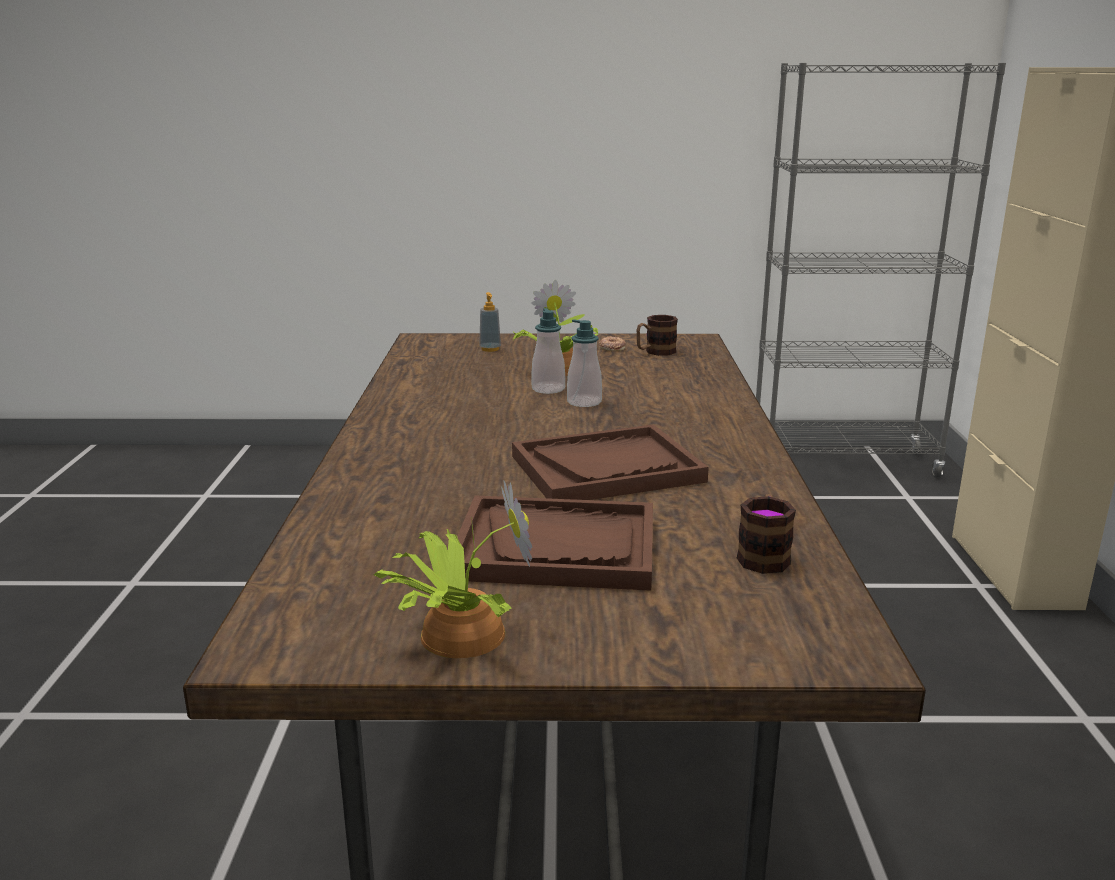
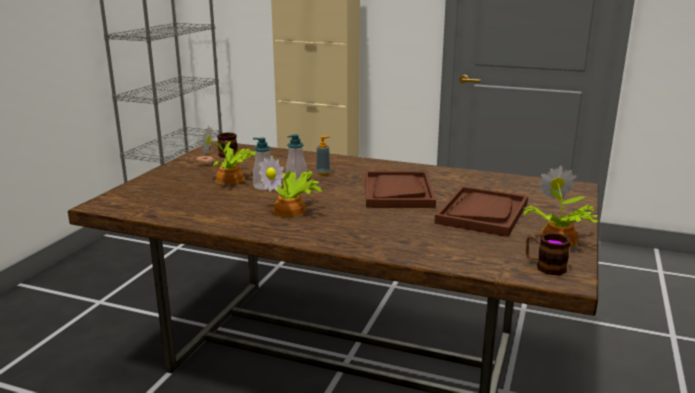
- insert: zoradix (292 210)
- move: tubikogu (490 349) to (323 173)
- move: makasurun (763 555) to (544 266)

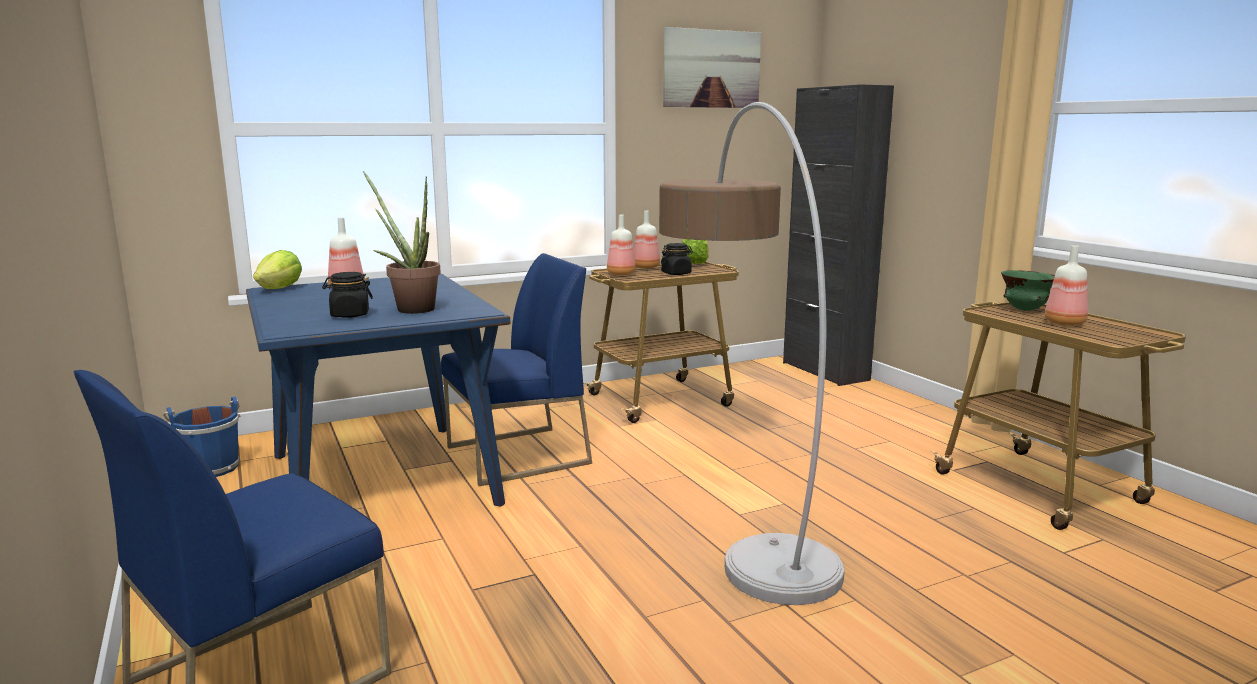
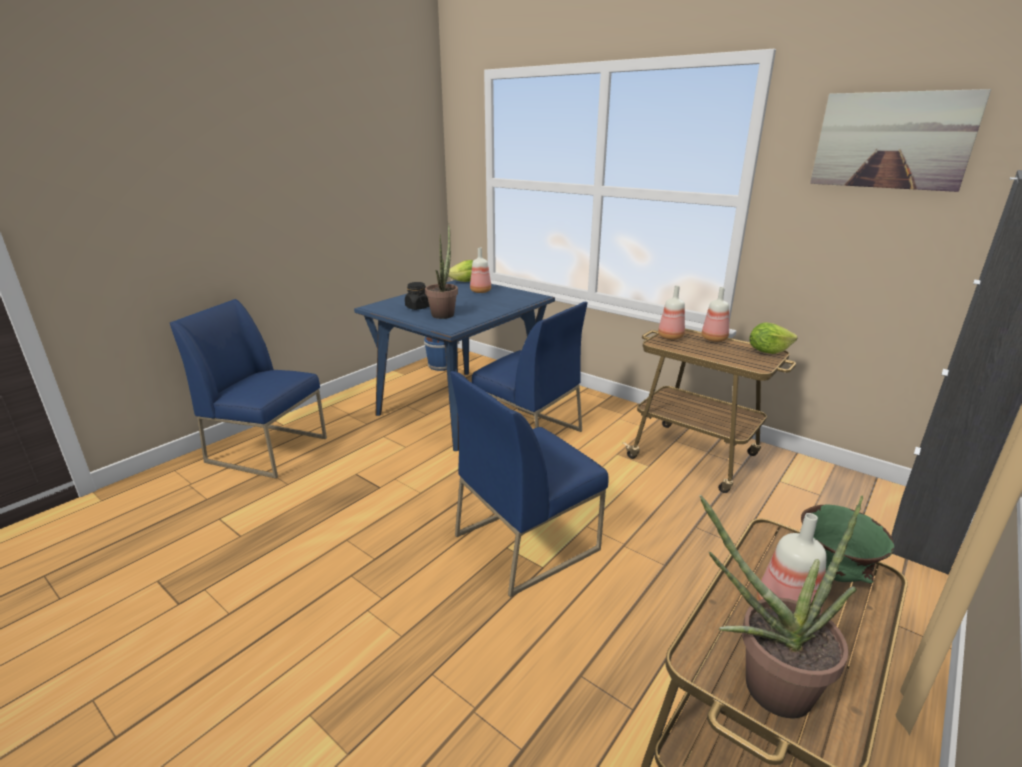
- delete: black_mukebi (676 273)
- insert: zoradix (762 688)
- replace: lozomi (736 502) to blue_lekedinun (526 541)

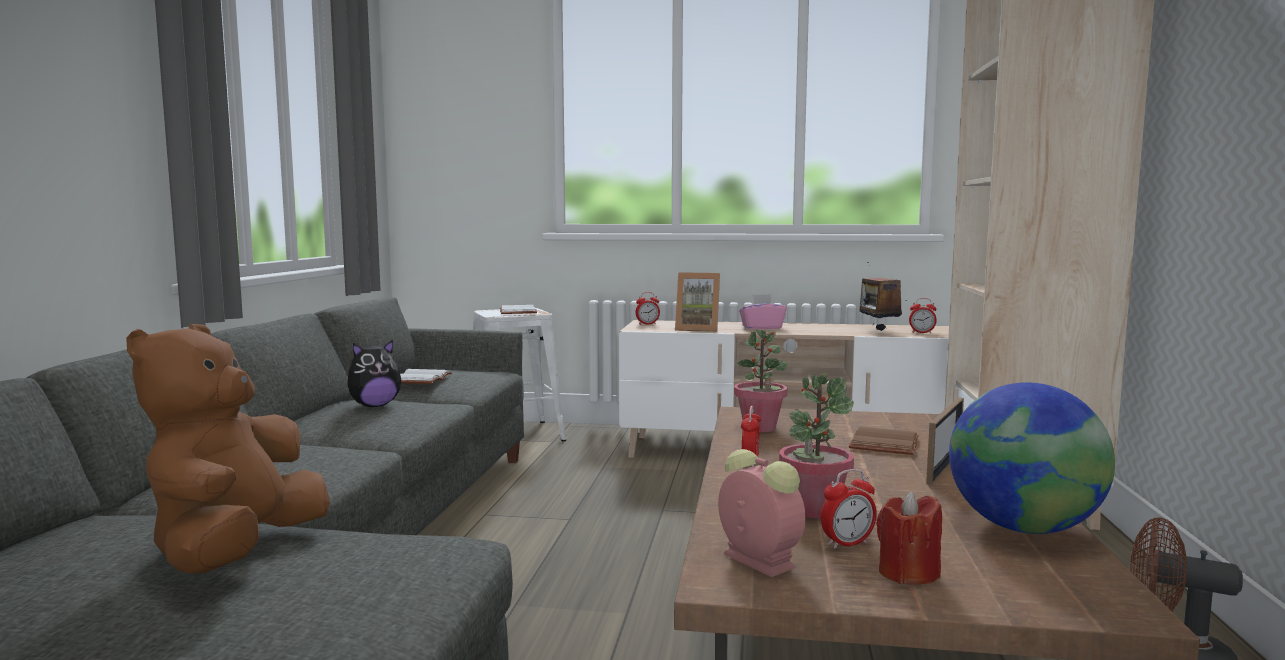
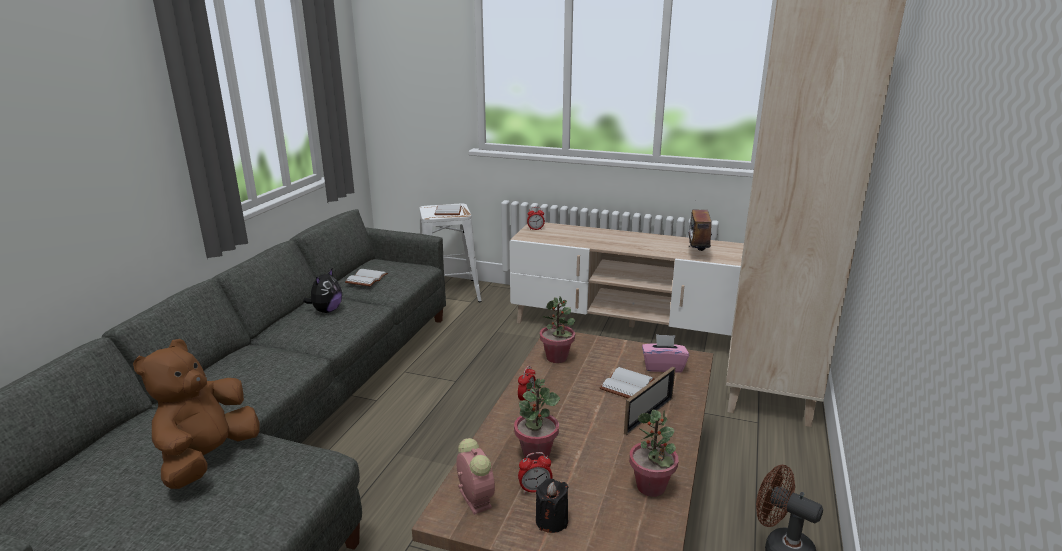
- delete: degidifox (697 329)
- delete: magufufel (922 332)
- move: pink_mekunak (762 327) to (663 366)
- replace: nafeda (1023 528) to zoradix (651 487)
- recolor: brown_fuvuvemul (882 444) to white_fuvuvemul (626 384)
- recolor: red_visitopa (908 573) to black_visitopa (551 521)
- rotate: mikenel (375 406) = (326 310) 45 degrees counterclockwise

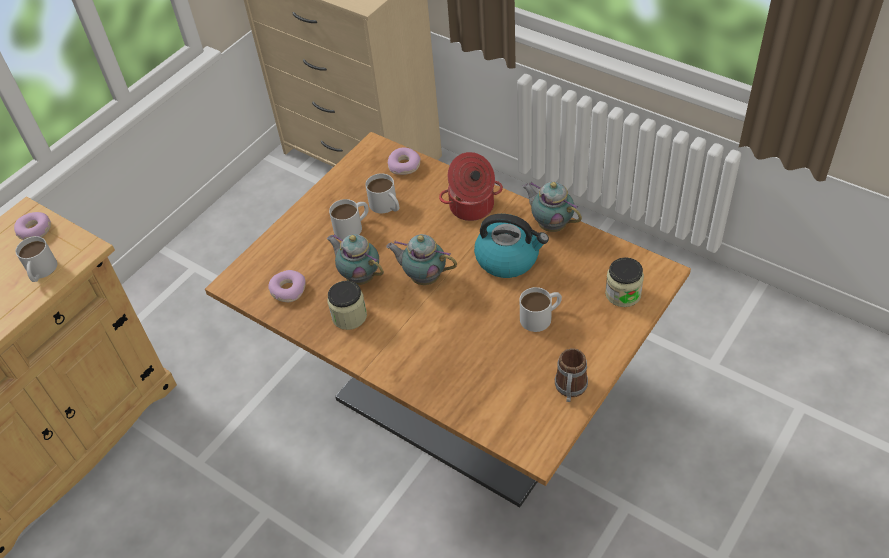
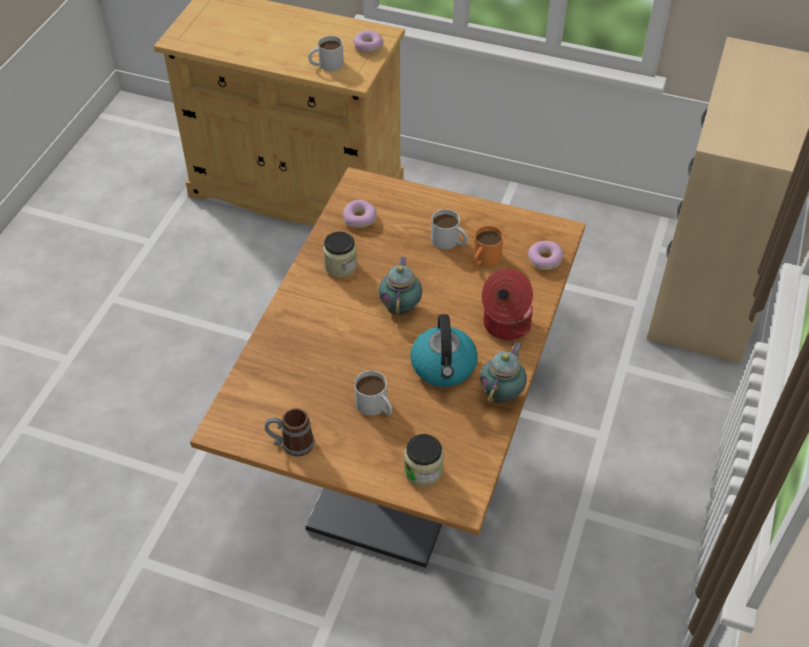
- delete: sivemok (359 276)
- recolor: white_makasurun (386 206) to orange_makasurun (484 259)

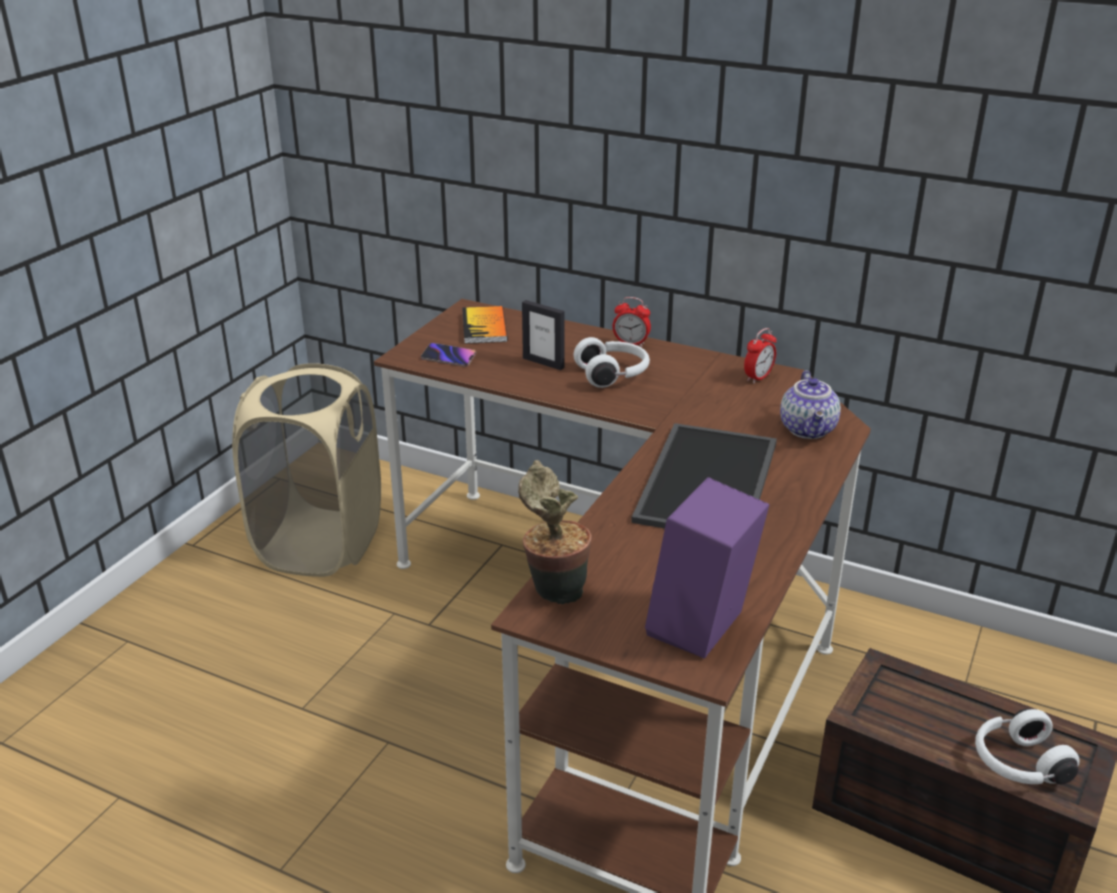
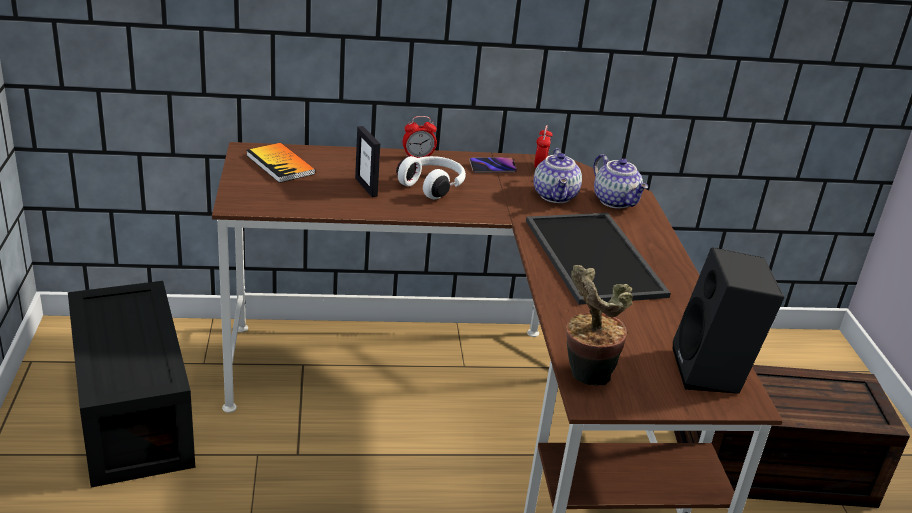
- delete: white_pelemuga (1017 764)
- insert: sivemok (556 196)
- move: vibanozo (448 358) to (492 167)
- replace: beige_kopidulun (320 543) to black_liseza (129 412)
- recolor: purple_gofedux (702 630) to black_gofedux (713 373)
- rotate: degidifox (543 363) = (366 187) 60 degrees clockwise

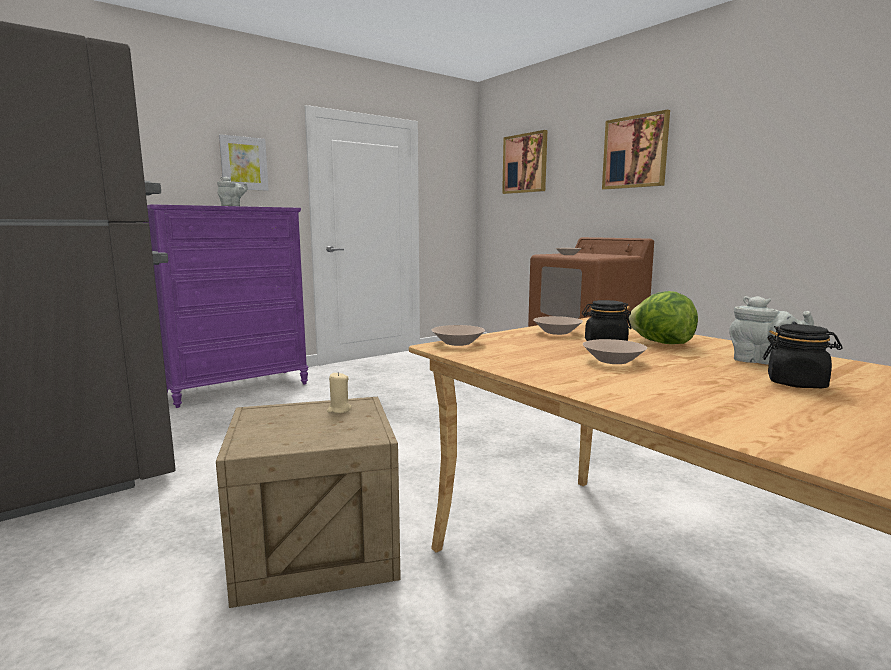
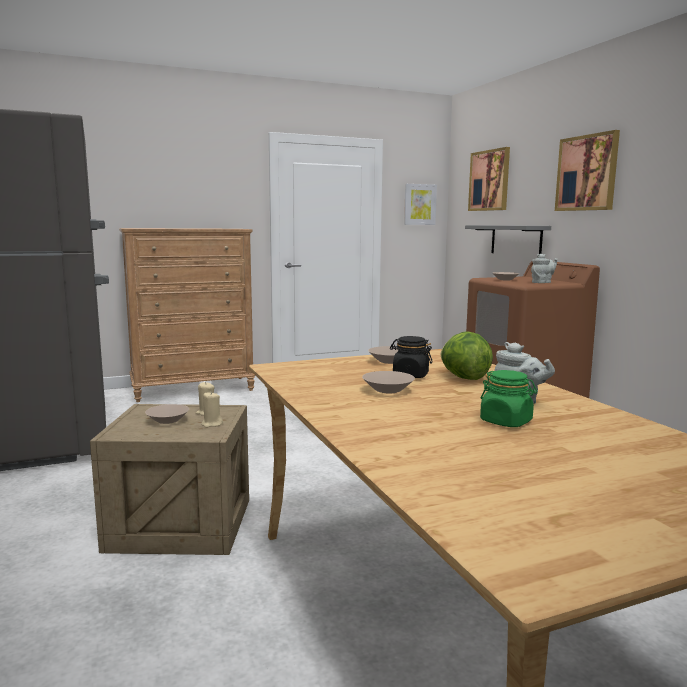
- insert: beige_visitopa (212 424)
- insert: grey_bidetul (516 240)
- move: grey_sivemok (232 206) to (542 282)
- move: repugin (243 163) to (419 204)
- move: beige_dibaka (458 343) to (168 421)
- recolor: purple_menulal (237 387) to brown_menulal (193 389)
- recolor: black_mukebi (796 383) to green_mukebi (506 422)

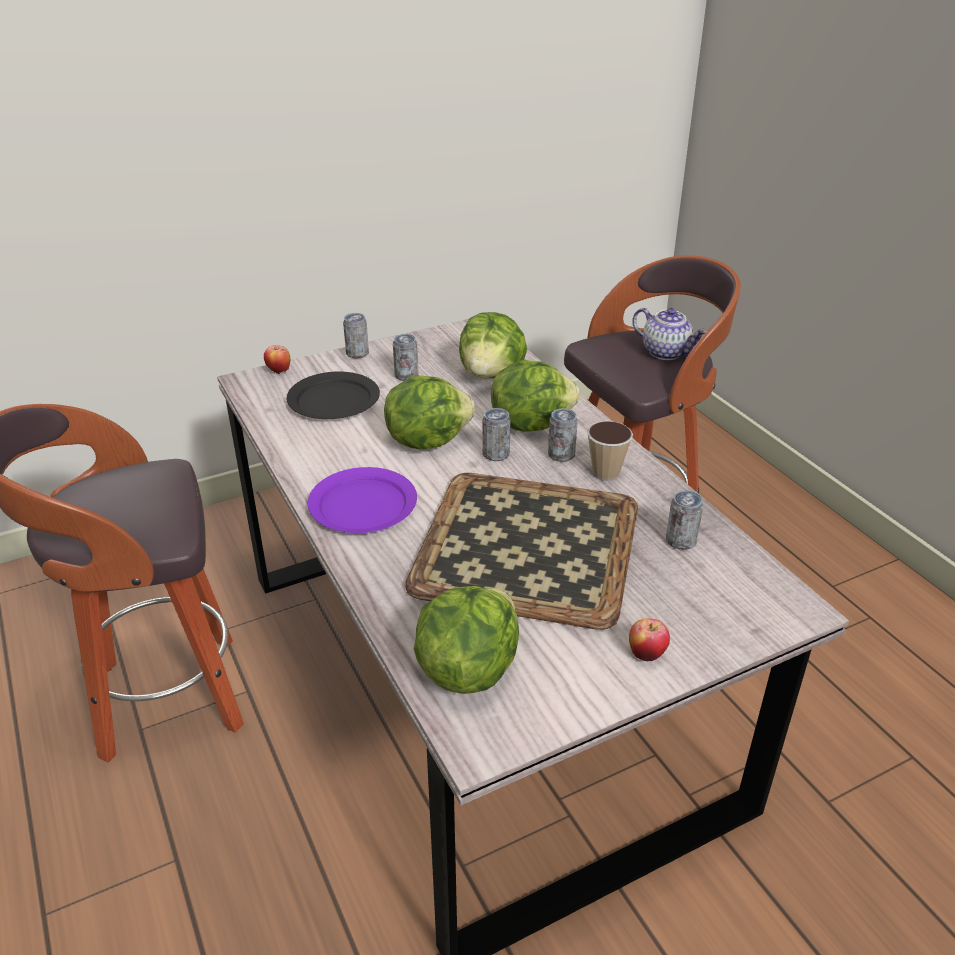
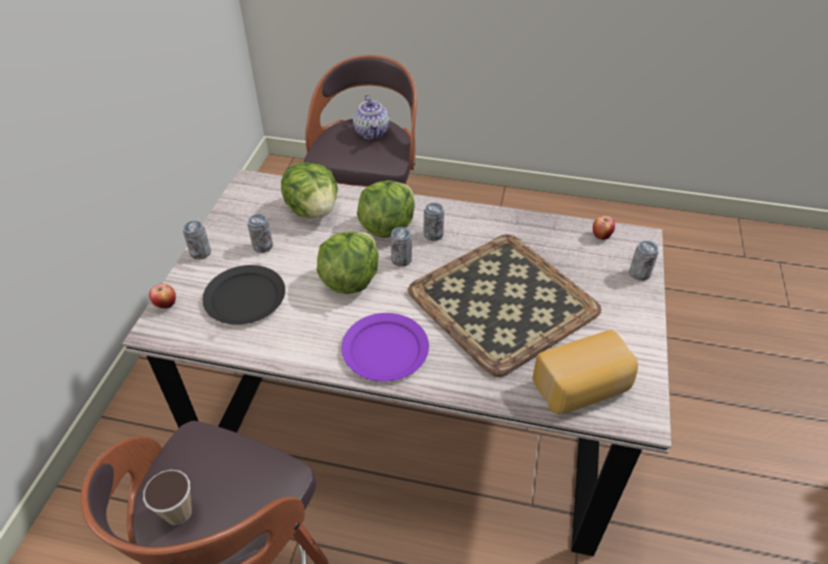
- move: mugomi (606 473) to (178 513)
- move: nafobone (646 654) to (601 236)
- move: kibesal (680 541) to (639 274)
- replace: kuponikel (467 668) to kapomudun (582 388)
- rotate: sivemok (666 352) = (372 132) 90 degrees clockwise

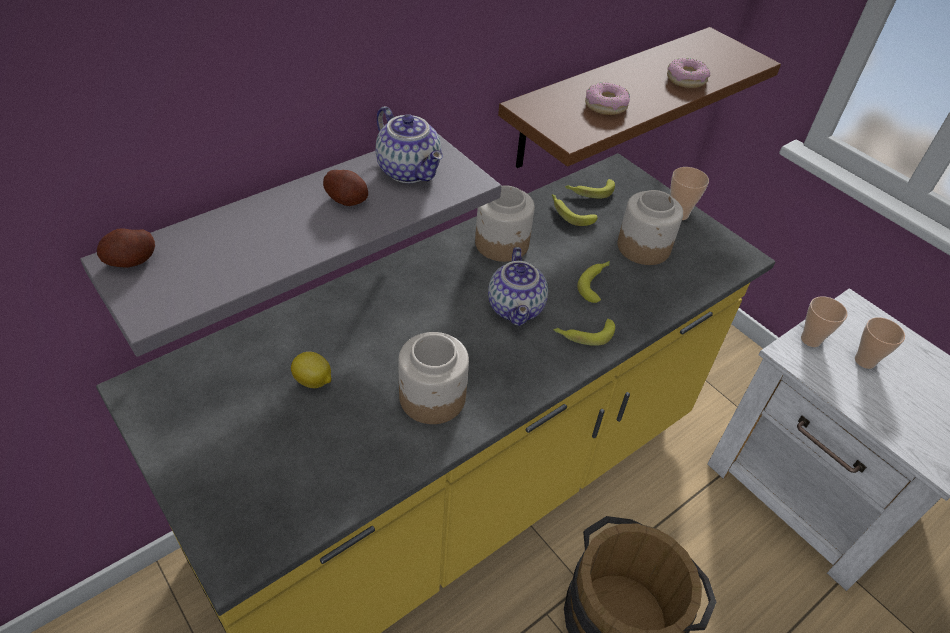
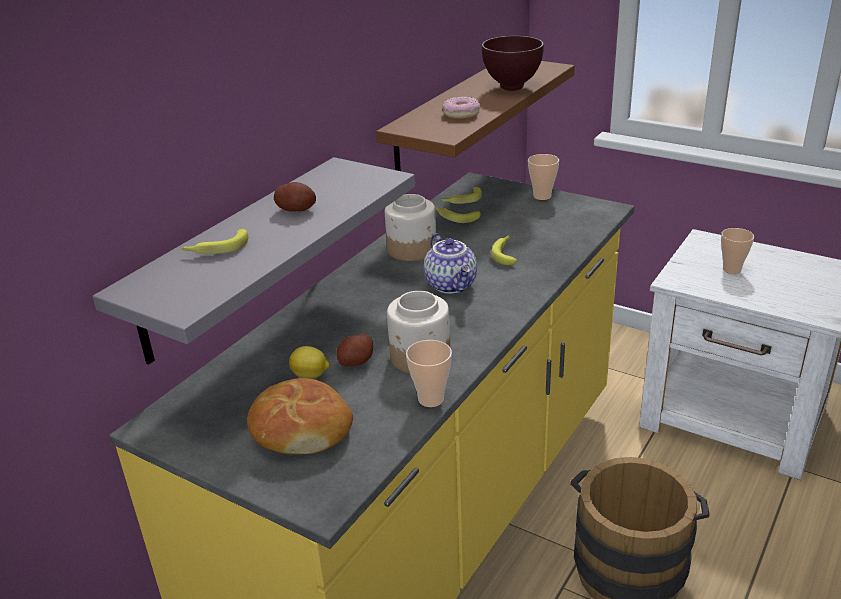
- delete: sivemok (410 171)
- delete: mukebi (644 247)
- insert: kapomudun (301 429)
- move: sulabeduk (131 261) to (356 362)
- move: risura (583 335) to (216 249)
- move: mugomi (810 340) to (431 399)
- replace: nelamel (686 79) to brown_dibaka (511 87)

